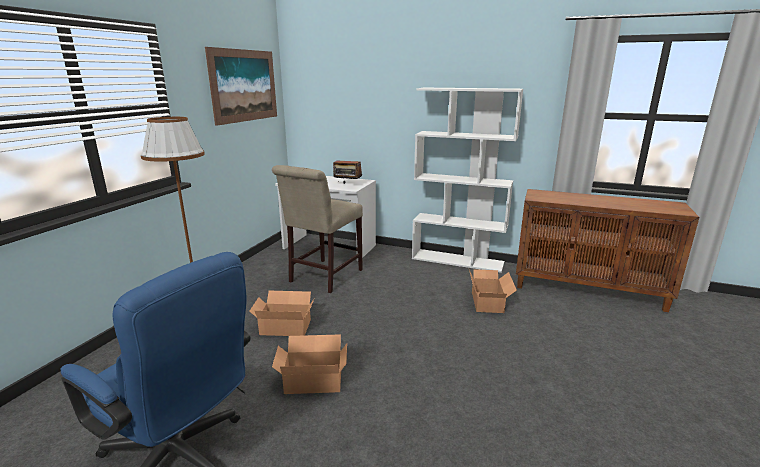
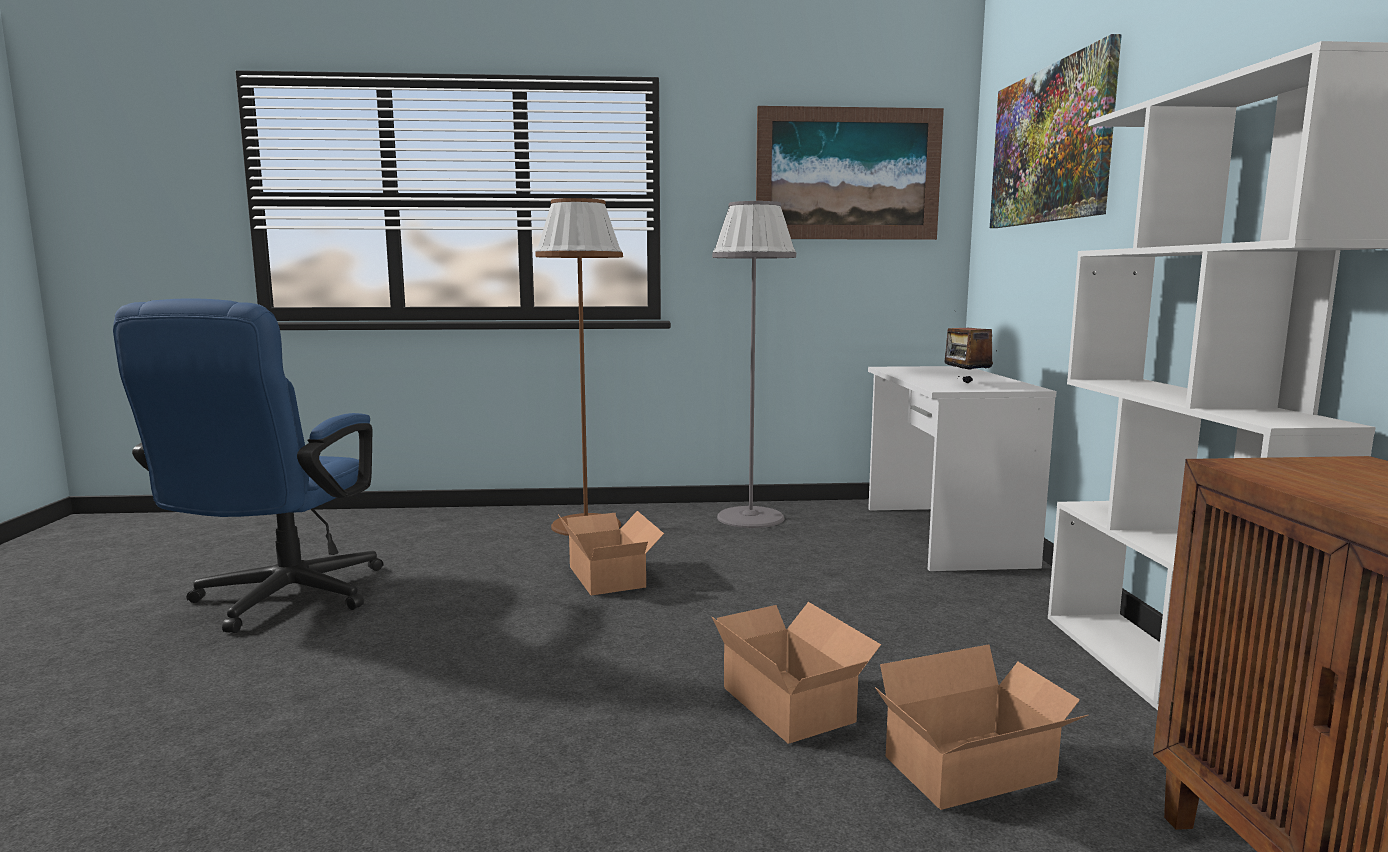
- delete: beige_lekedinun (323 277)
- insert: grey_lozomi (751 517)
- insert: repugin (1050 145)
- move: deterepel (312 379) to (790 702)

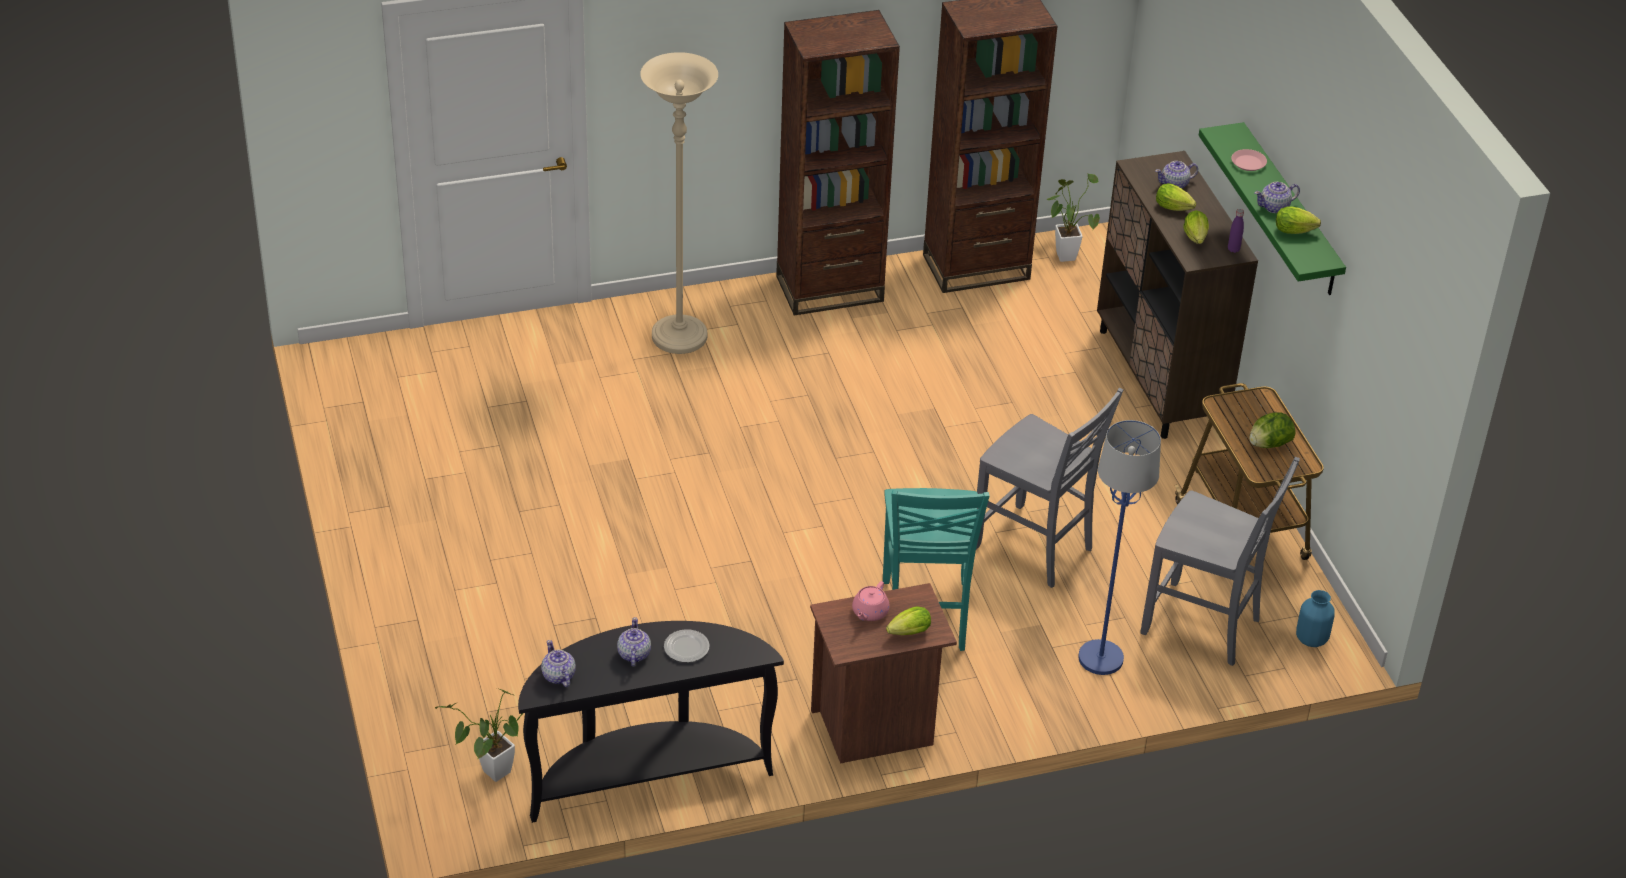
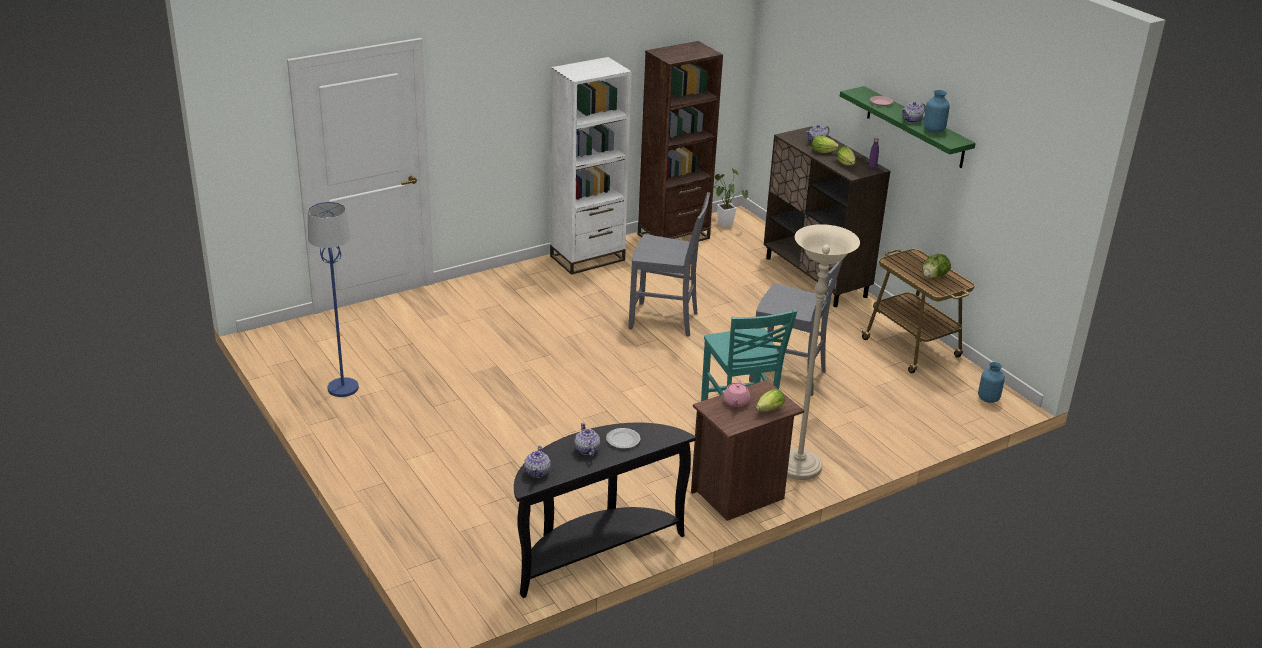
- delete: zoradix (491 775)
- move: beige_lozomi (679 337) to (798 467)
- move: blue_lozomi (1101 659) to (343 388)
- move: grey_lekedinun (1203 626) to (665 320)
- replace: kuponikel (1296 231) to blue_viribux (933 130)
- recolor: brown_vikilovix (830 289) to white_vikilovix (587 258)
- rotate: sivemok (558 676) = (537 472) 135 degrees counterclockwise

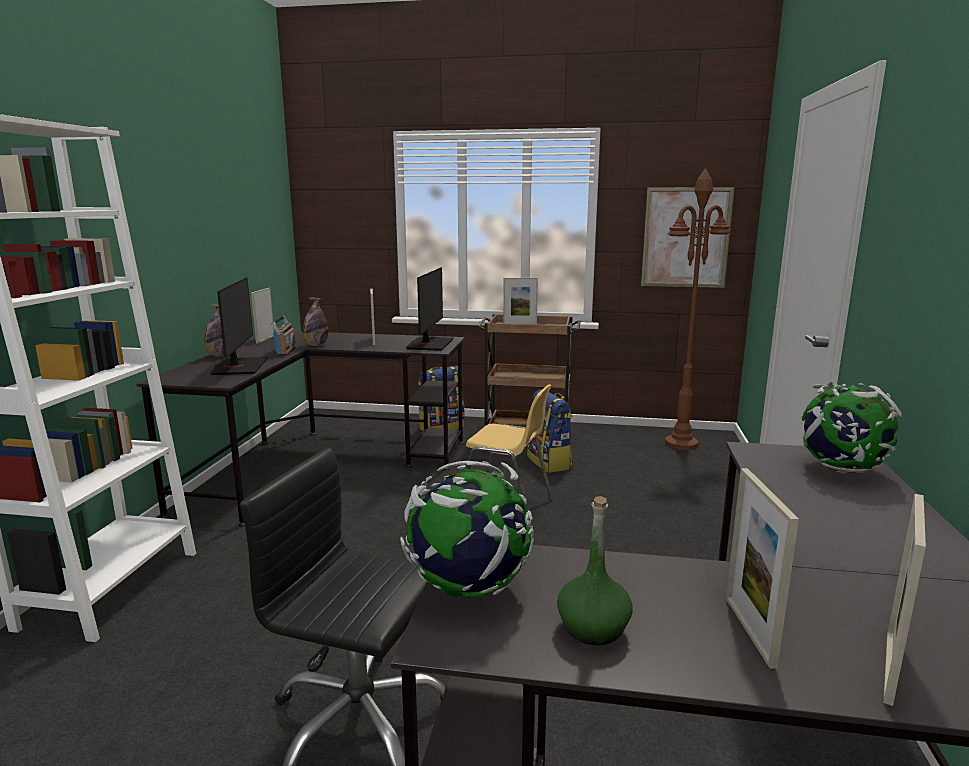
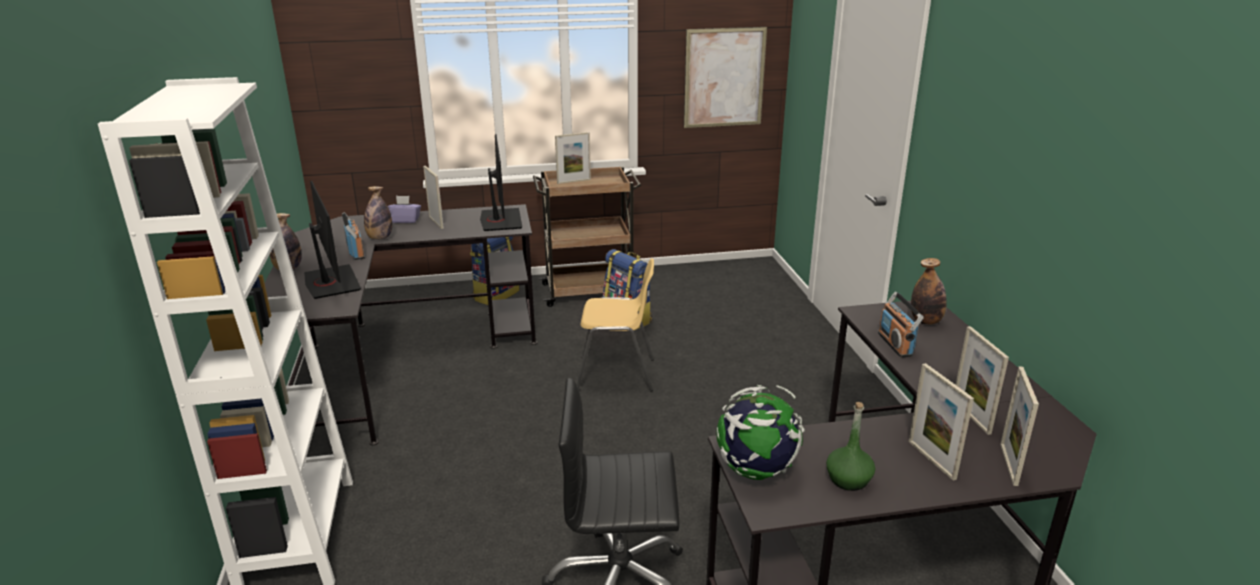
- delete: brown_lozomi (681 444)
- insert: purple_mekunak (404 220)
- insert: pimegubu (895 344)
- move: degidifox (265 339) to (971 416)
- replace: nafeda (840 469) to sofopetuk (925 321)

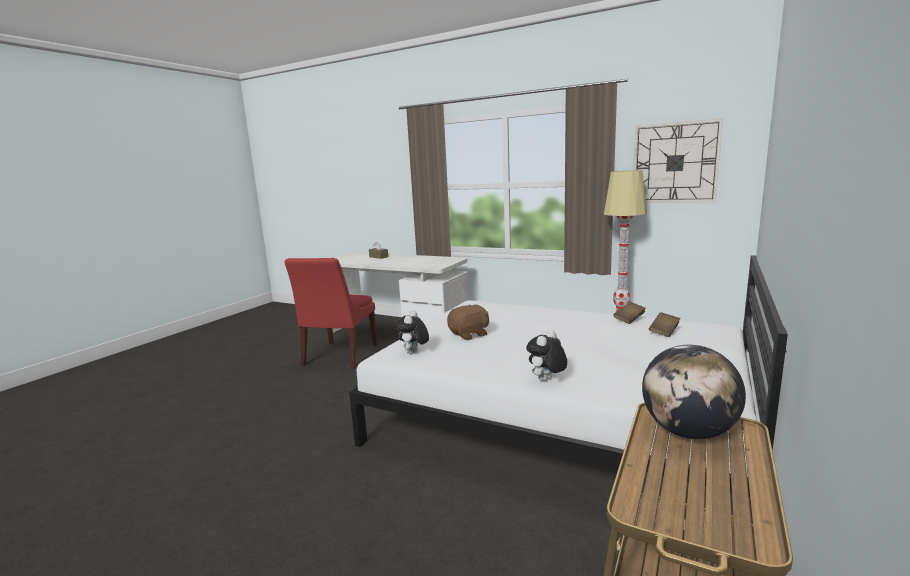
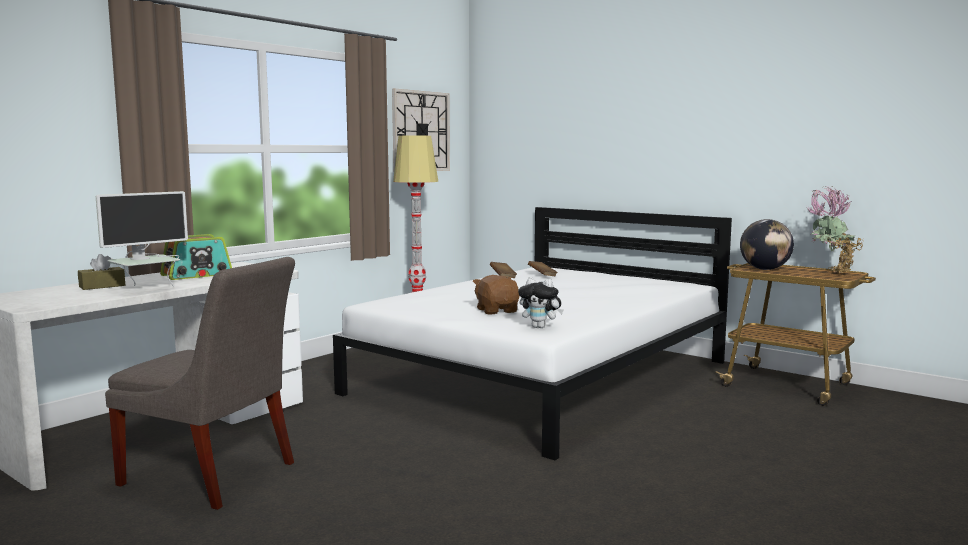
- delete: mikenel (546 380)
- insert: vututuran (146 290)
- insert: pimegubu (197 275)
- insert: zoradix (830 272)
- recolor: red_lekedinun (339 356) to grey_lekedinun (213 476)

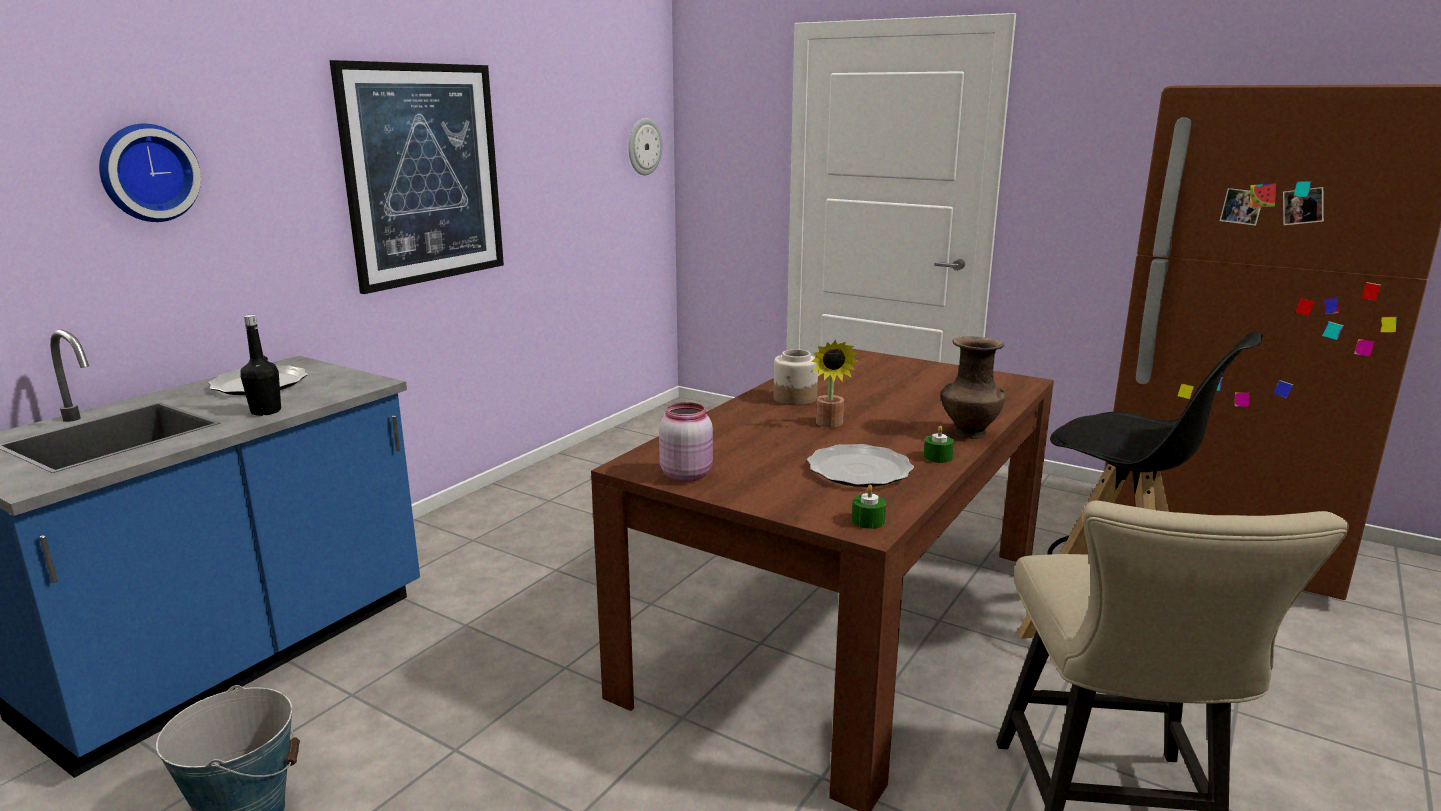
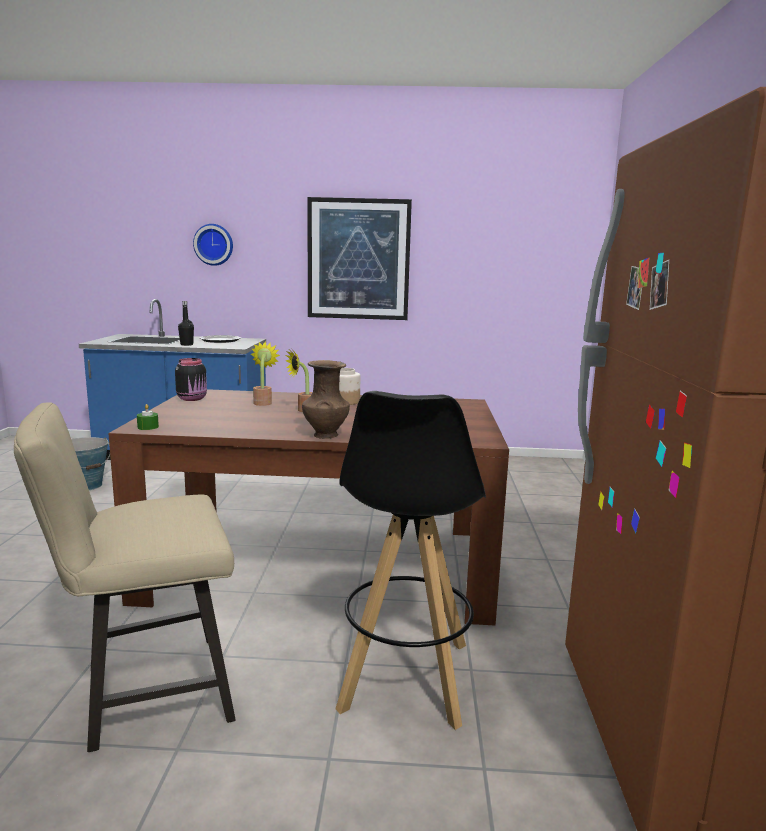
- delete: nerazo (644 146)
- delete: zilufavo (859 470)
- delete: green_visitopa (937 457)
- insert: zoradix (263 402)
- recolor: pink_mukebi (686 474) to black_mukebi (193 399)

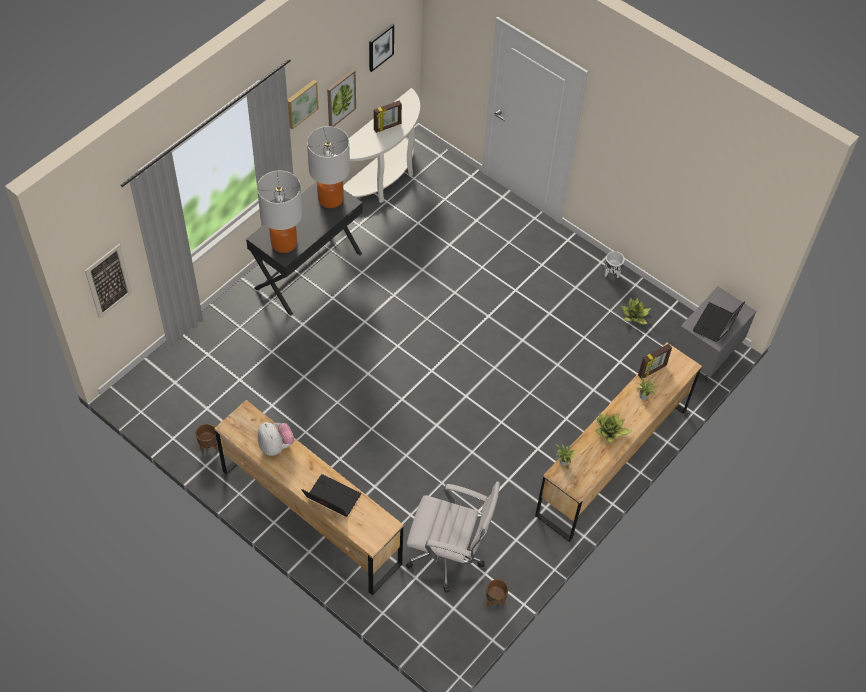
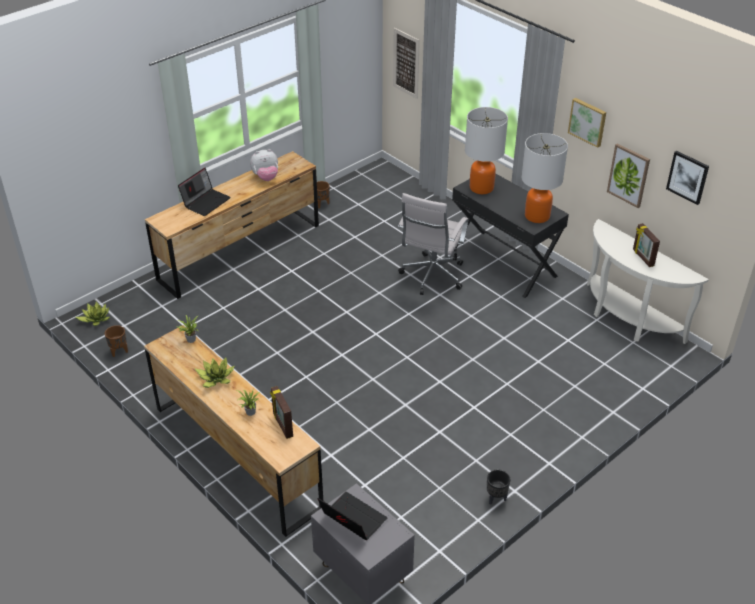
- move: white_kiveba (449 556) to (431 277)
- move: zoradix (634 316) to (95 319)
- recolor: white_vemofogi (611 273) to black_vemofogi (496 498)

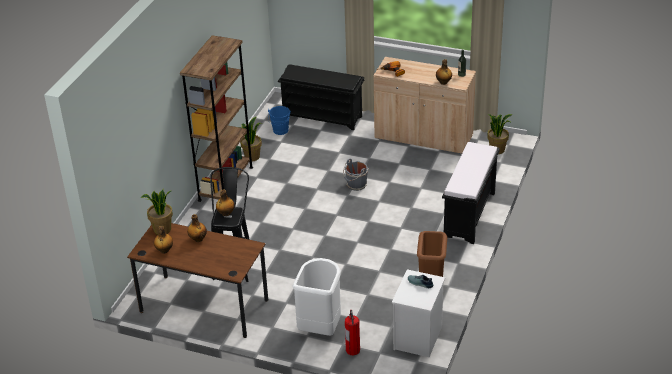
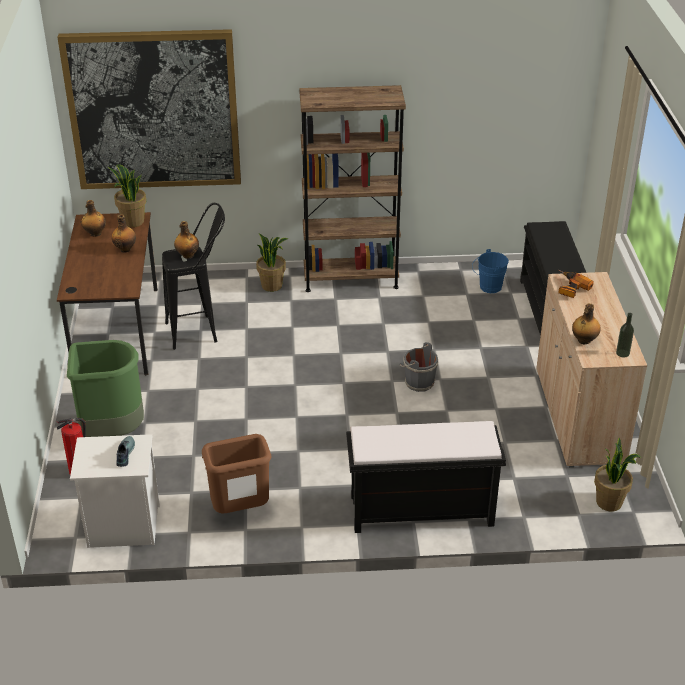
- insert: repugin (154 110)
- move: zoradix (252 157) to (272 285)
- recolor: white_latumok (320 328) to green_latumok (111 431)

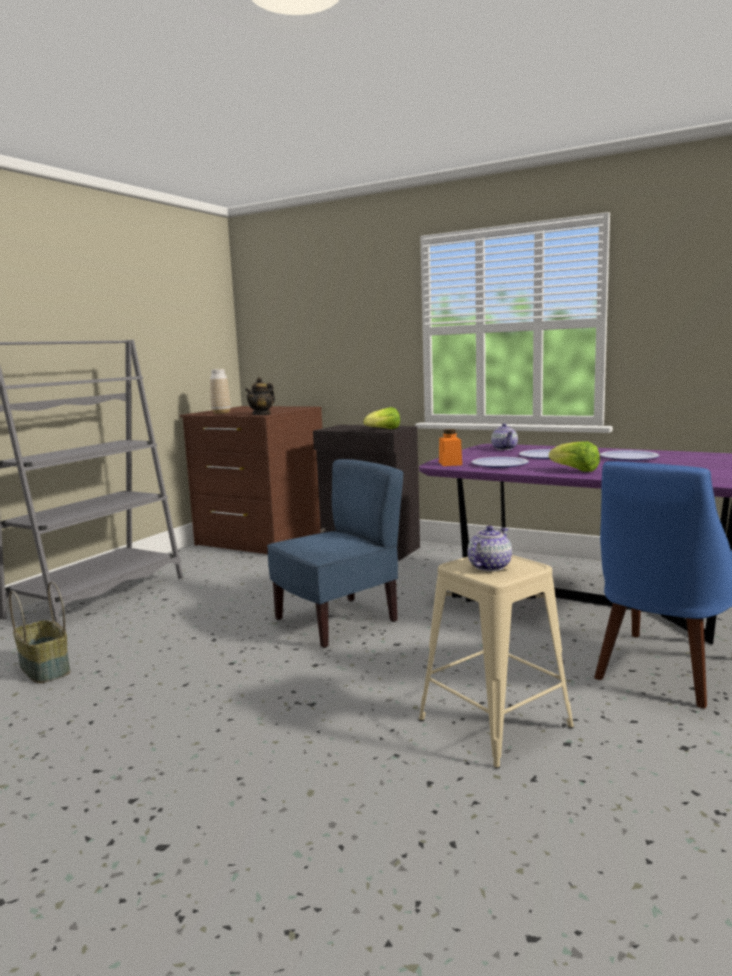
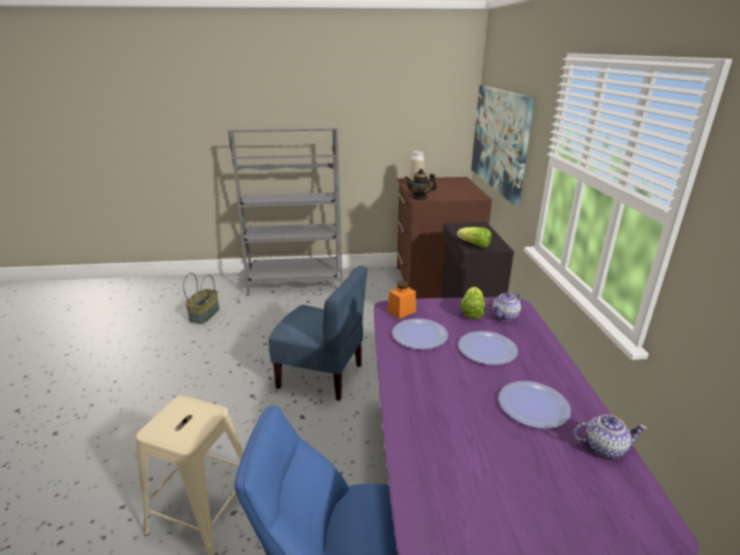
- insert: repugin (499 140)
- move: sivemok (488 567) to (603 447)
- move: kuponikel (575 470) to (472 311)

